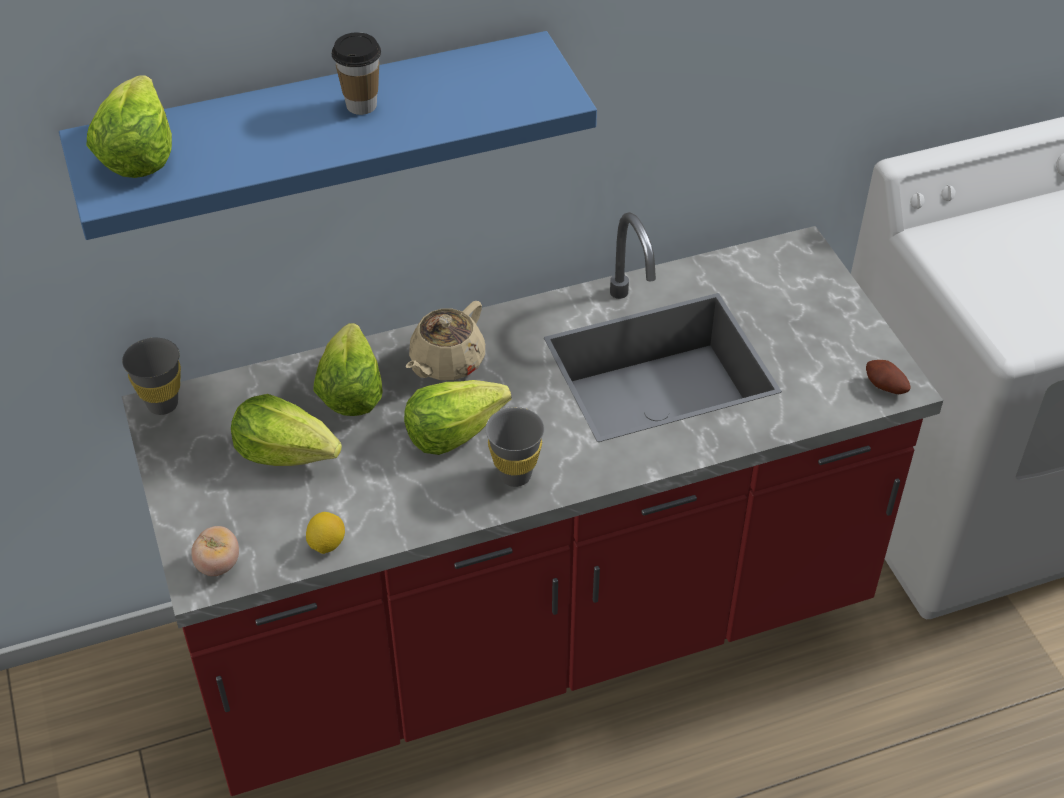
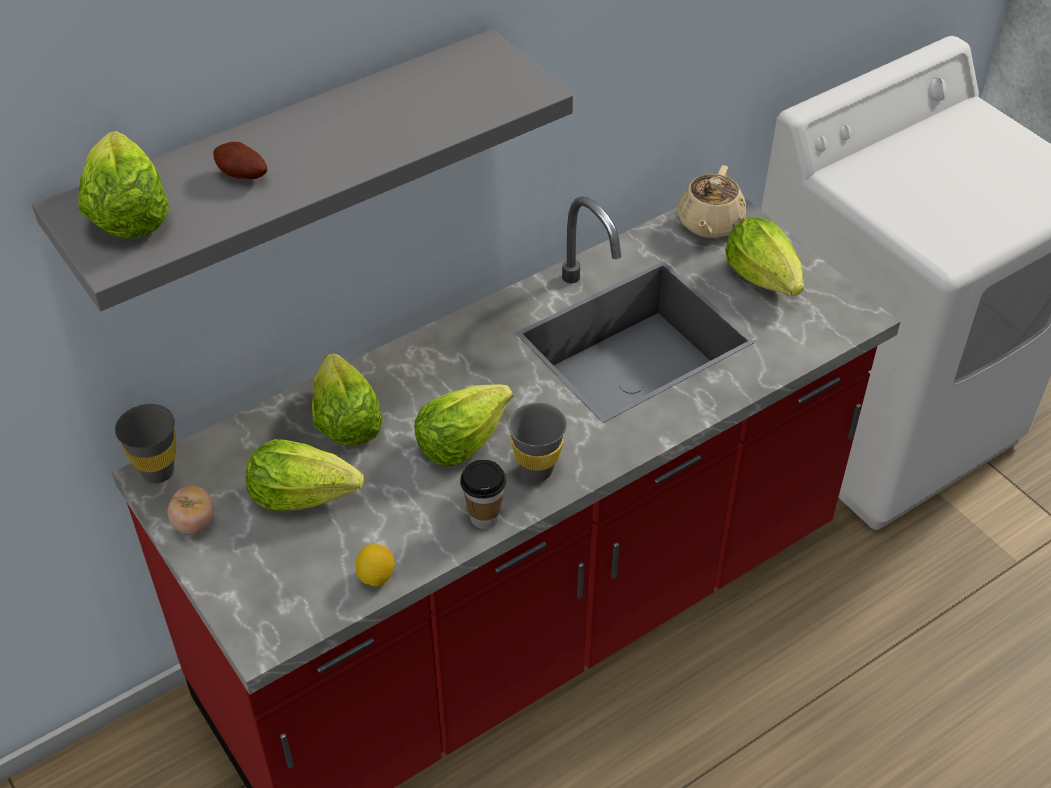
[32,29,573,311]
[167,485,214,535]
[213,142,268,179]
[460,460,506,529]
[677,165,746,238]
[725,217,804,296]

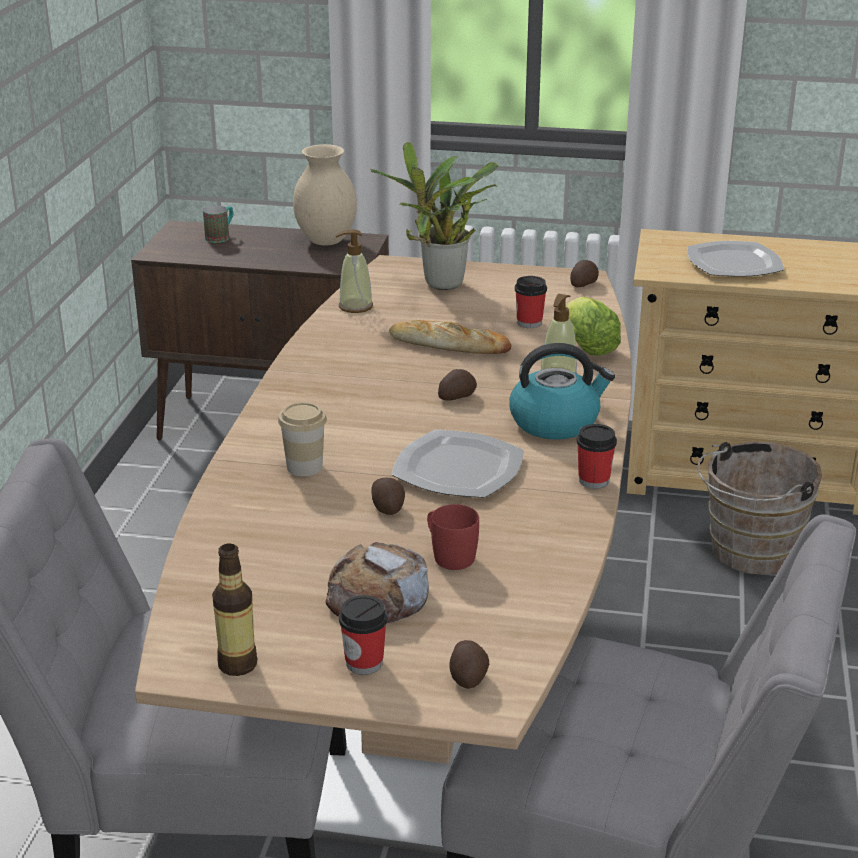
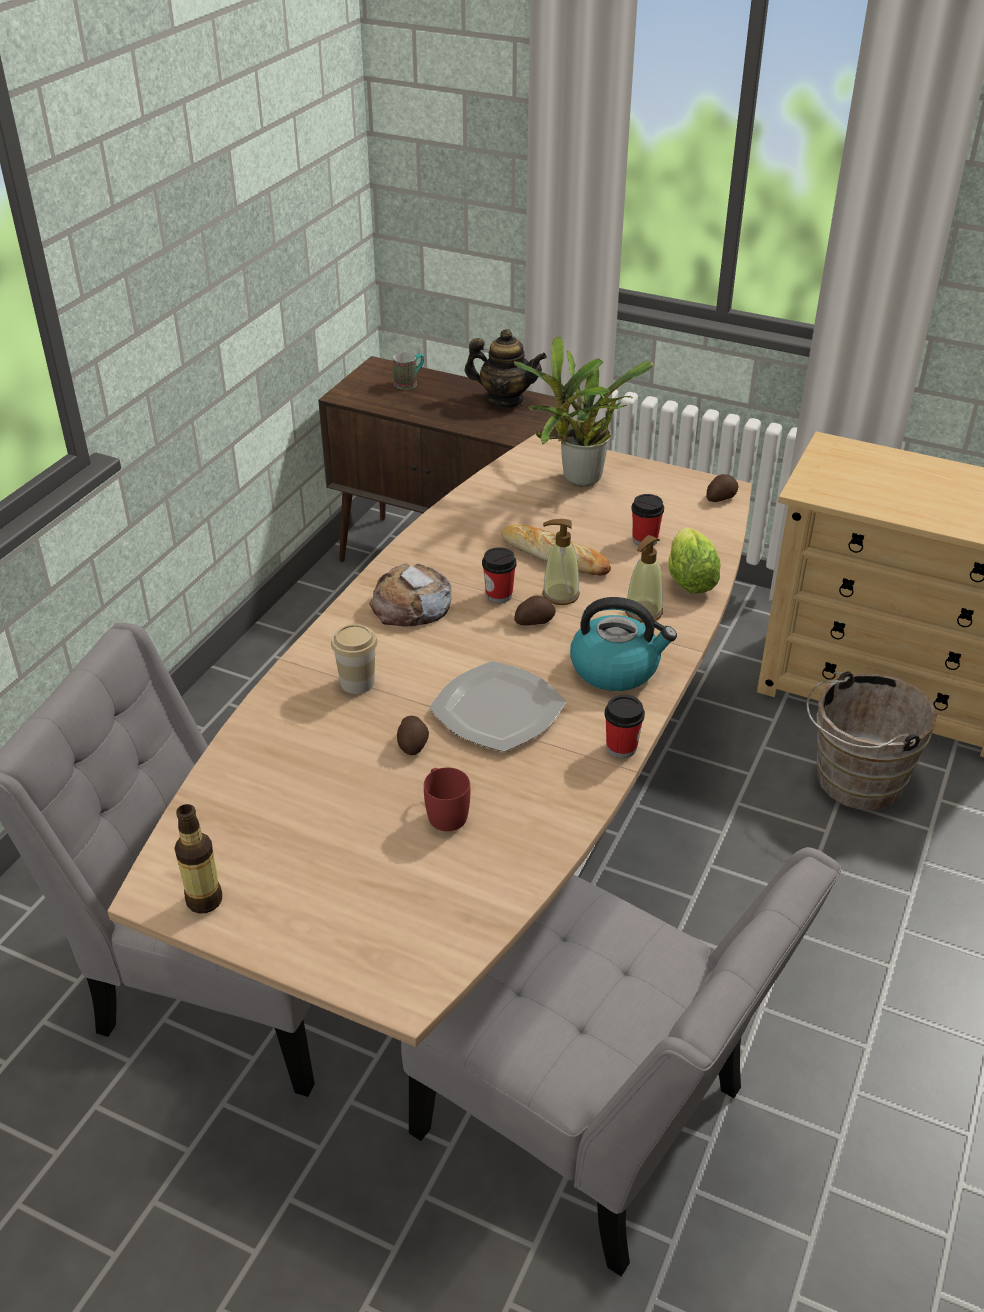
[369,564,451,626]
[464,329,547,408]
[482,547,517,603]
[542,519,580,605]
[450,640,489,689] (first image)
[687,241,784,277] (first image)

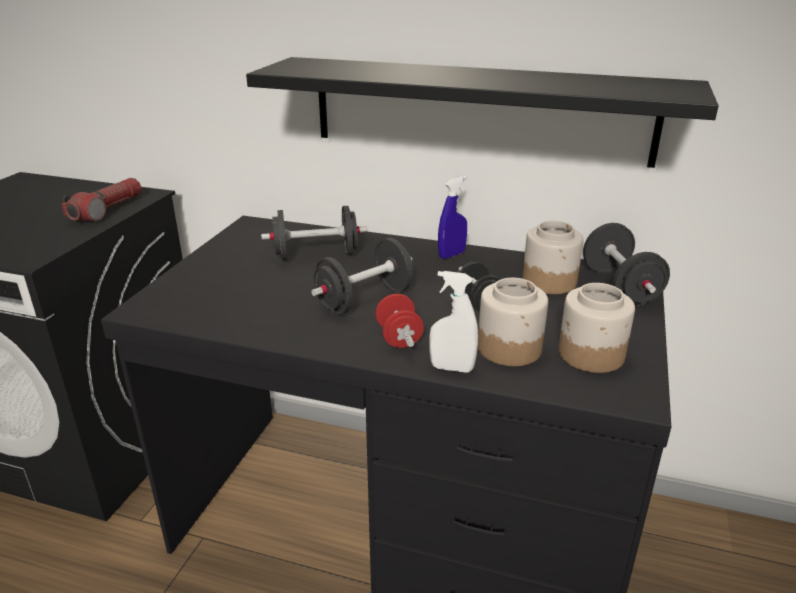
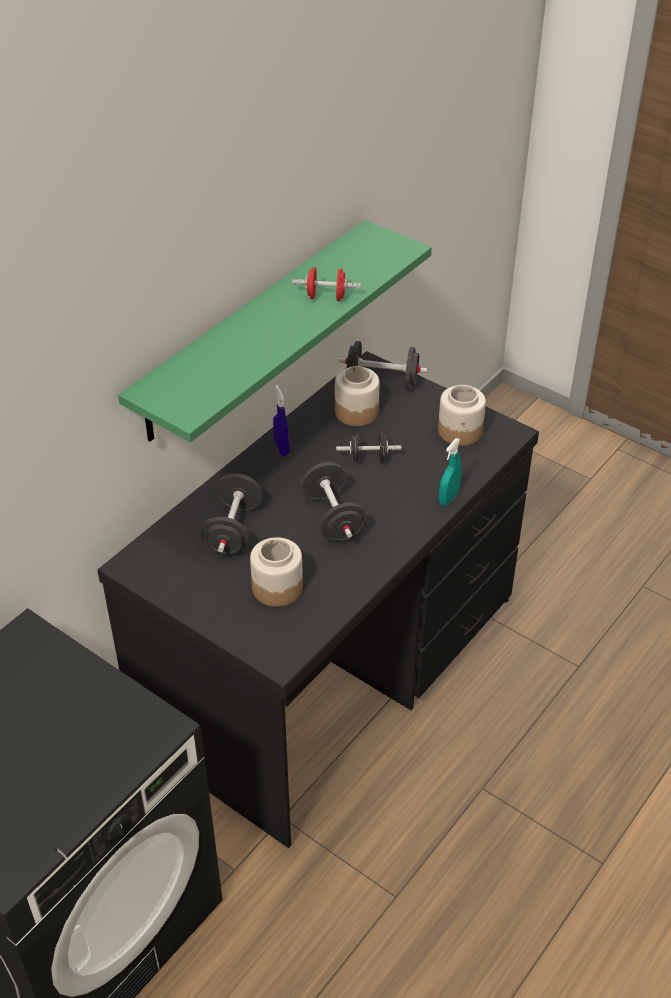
[118,220,432,442]
[250,537,303,607]
[292,267,361,301]
[439,438,461,506]
[62,178,142,221] (first image)

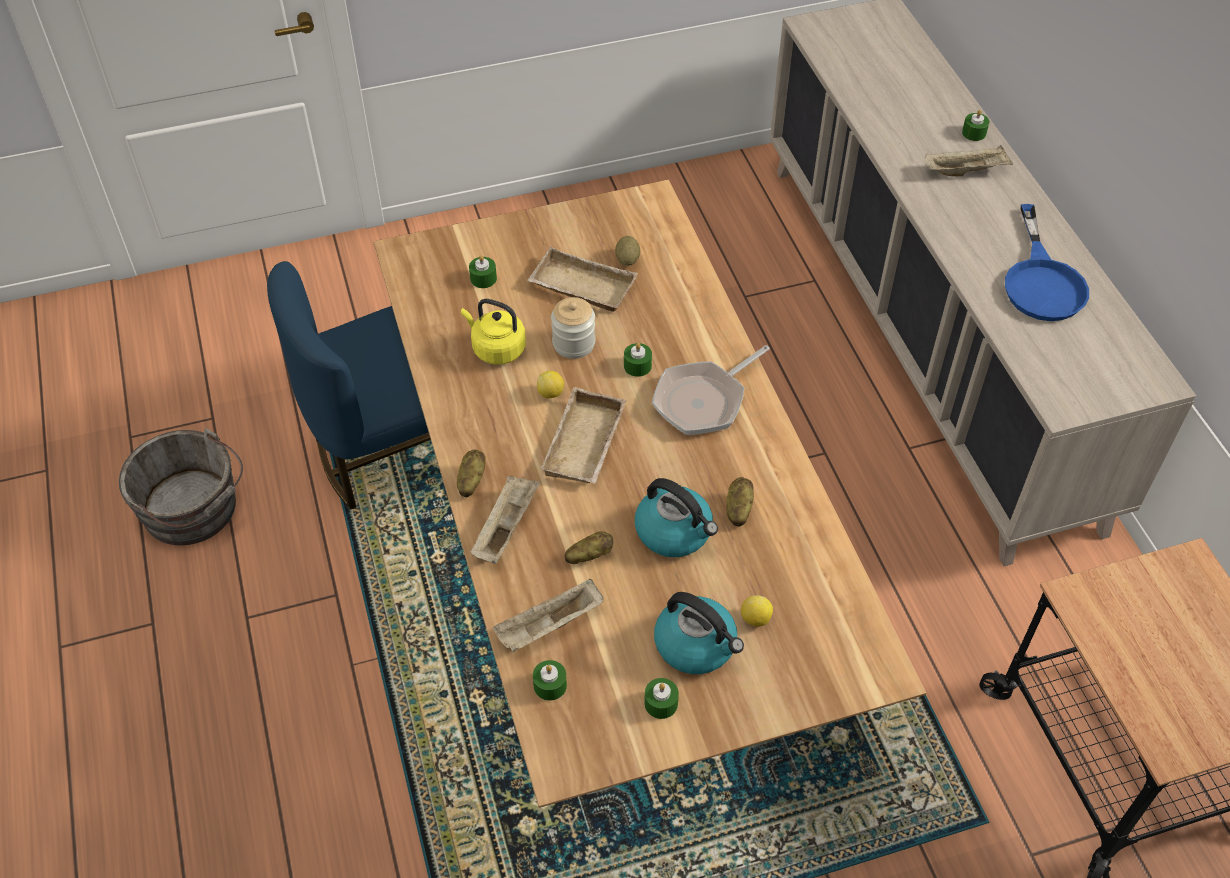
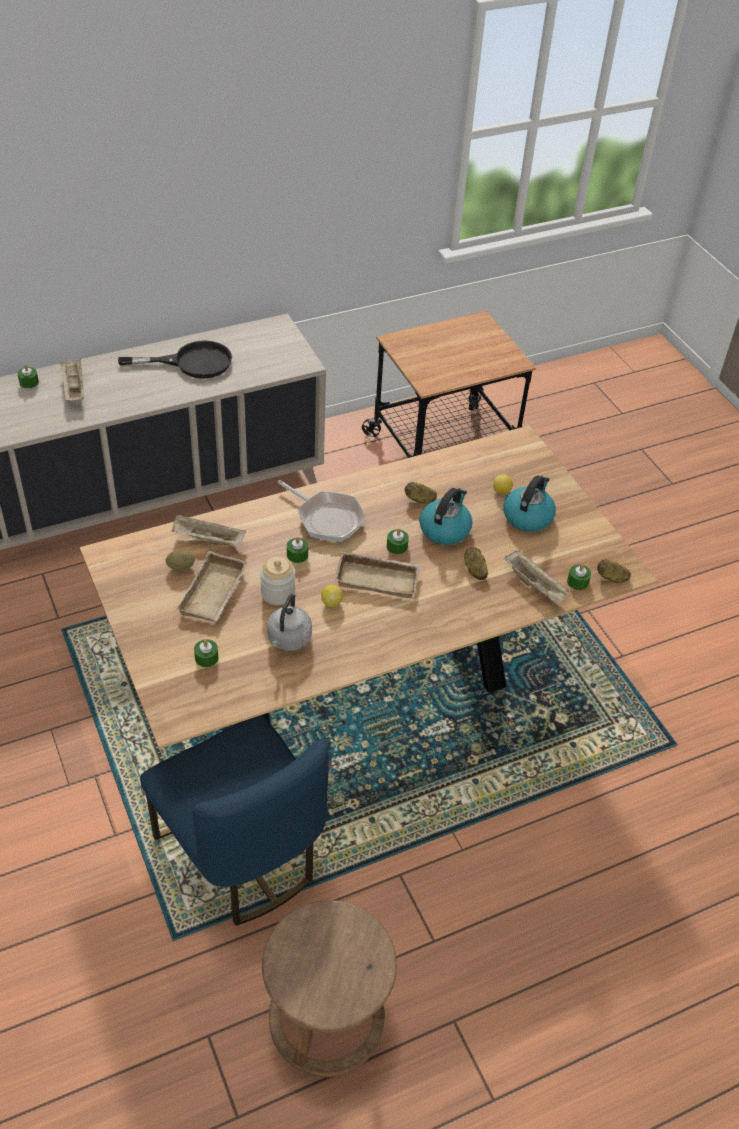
[118,340,232,379]
[172,514,246,545]
[262,900,397,1077]
[267,594,312,651]
[387,529,409,554]
[597,559,631,583]

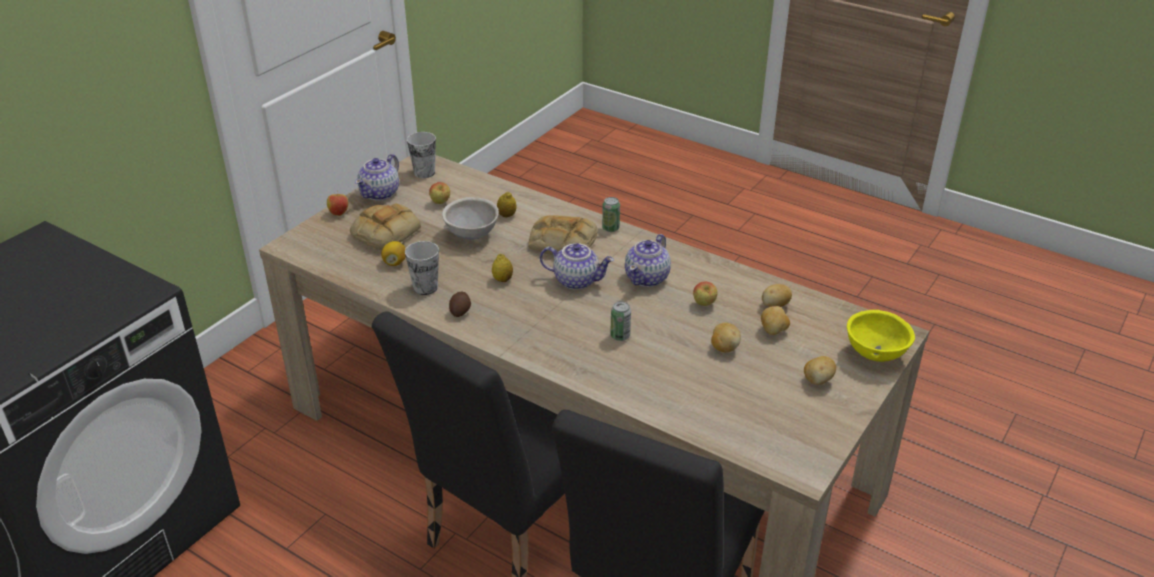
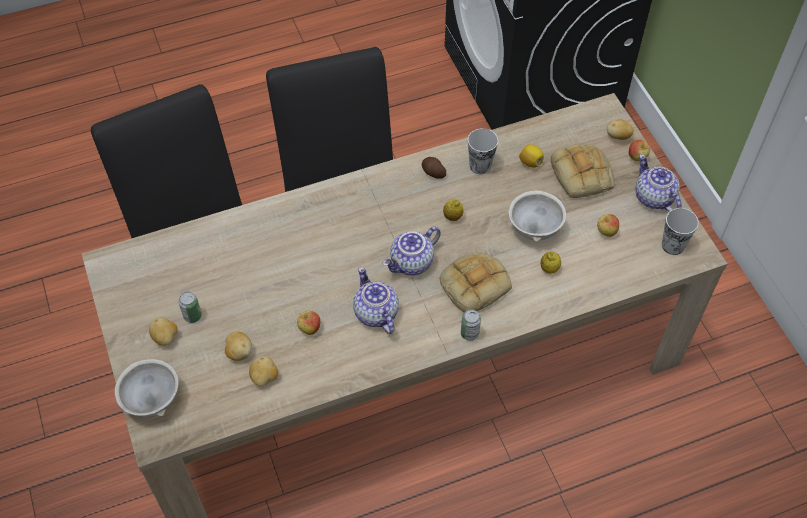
[115,359,179,417]
[178,292,202,323]
[607,119,634,140]

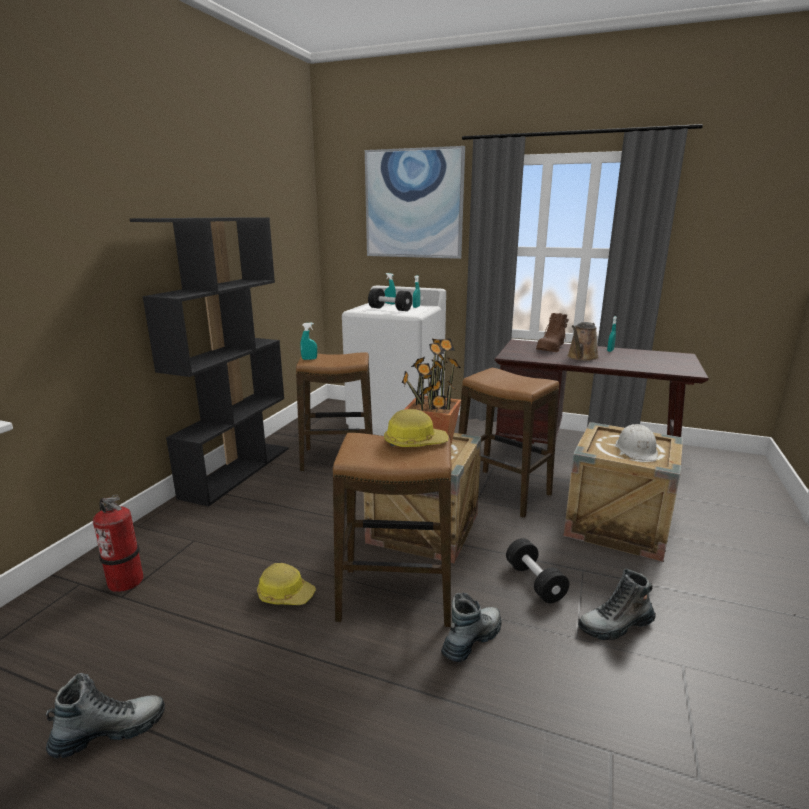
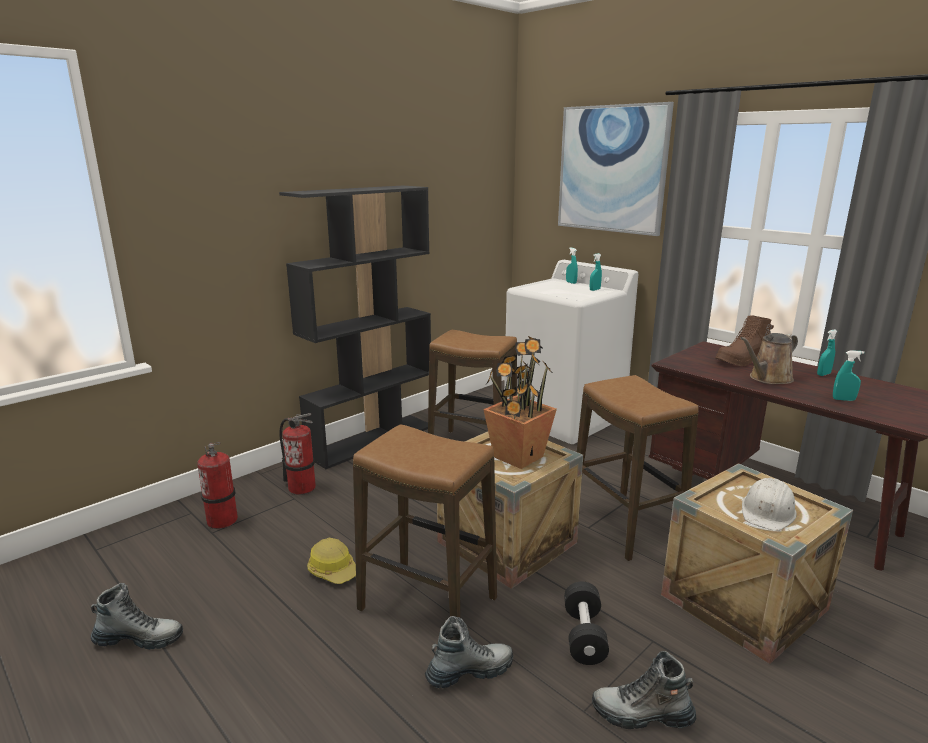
[279,413,316,495]
[833,350,865,401]
[368,288,412,311] (first image)
[384,409,448,447] (first image)

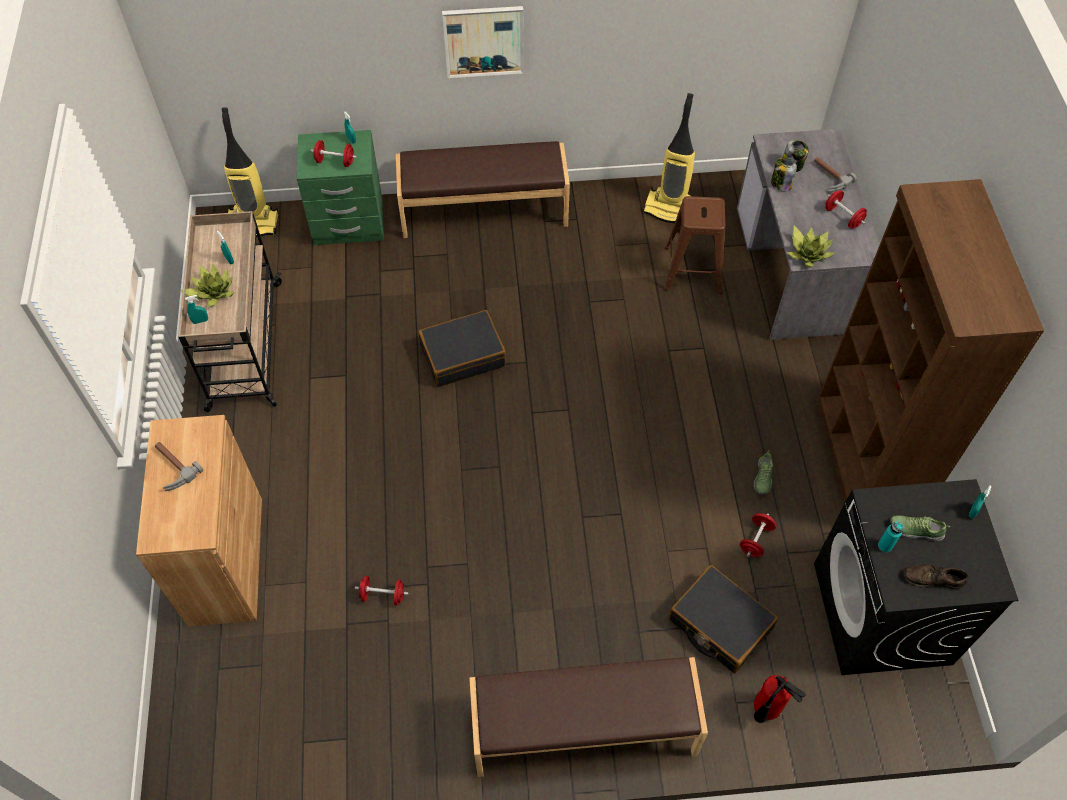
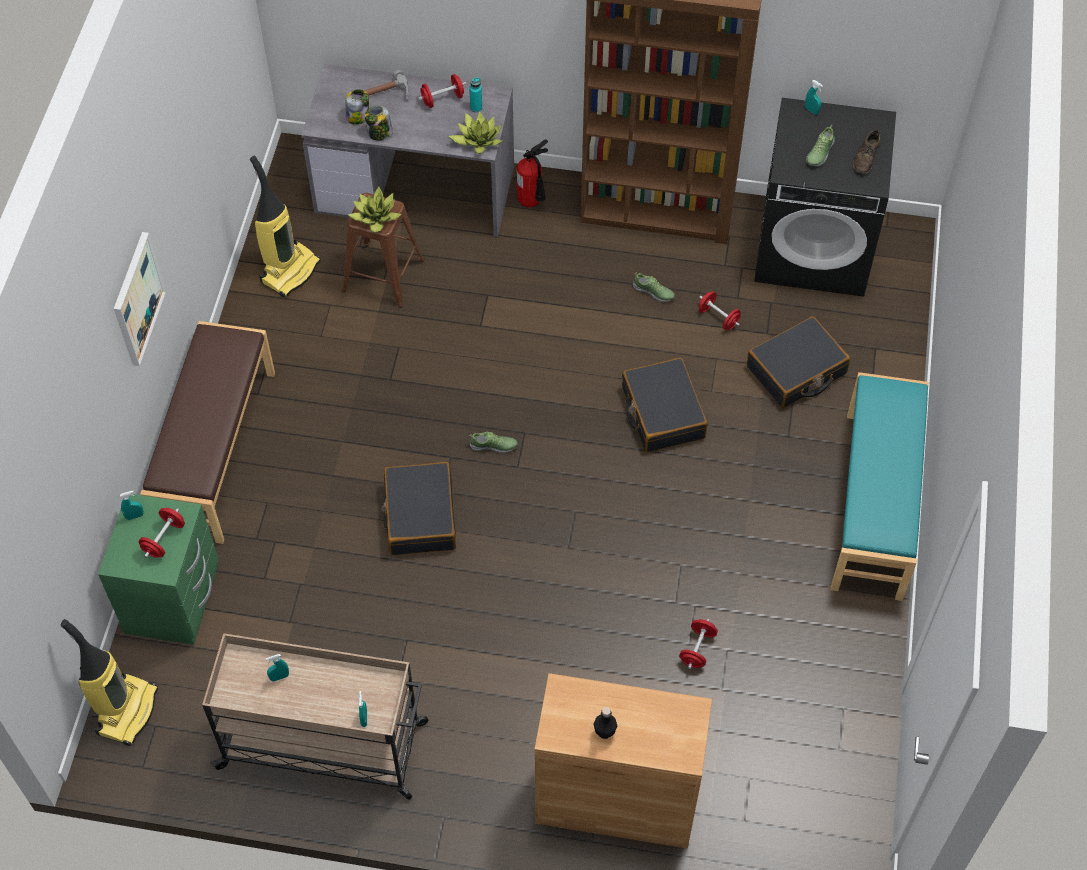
[348,186,402,233]
[469,77,482,112]
[470,432,518,453]
[517,139,548,207]
[593,707,617,739]
[622,357,708,452]
[831,372,929,601]

